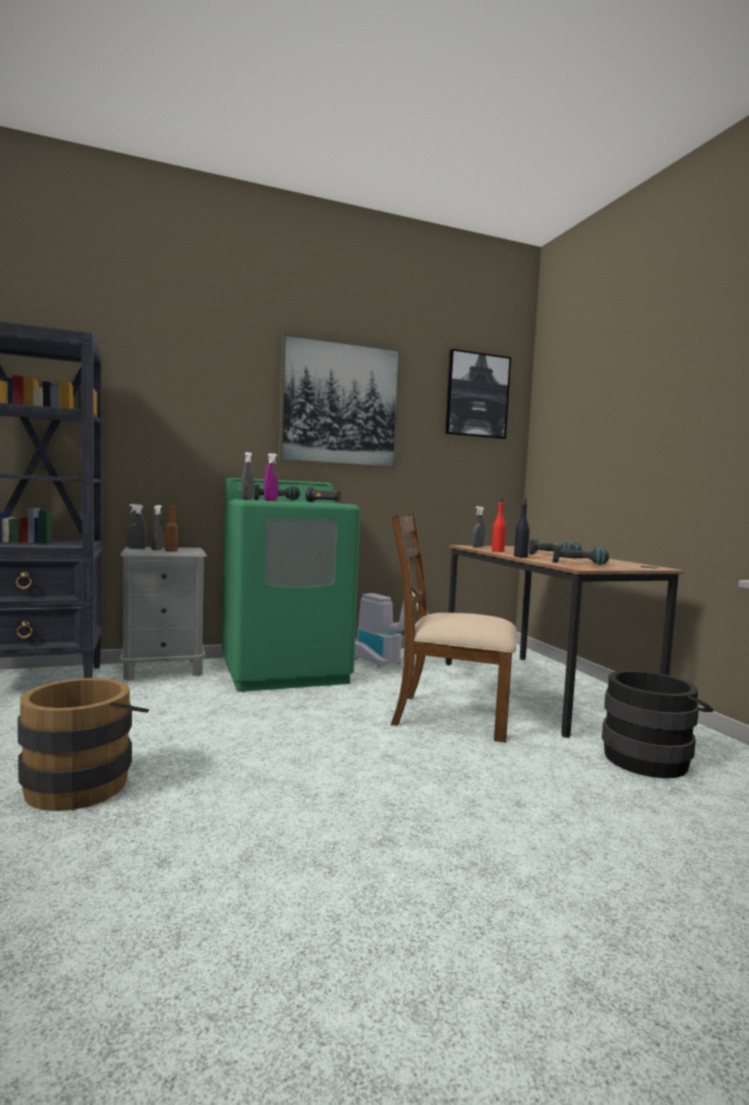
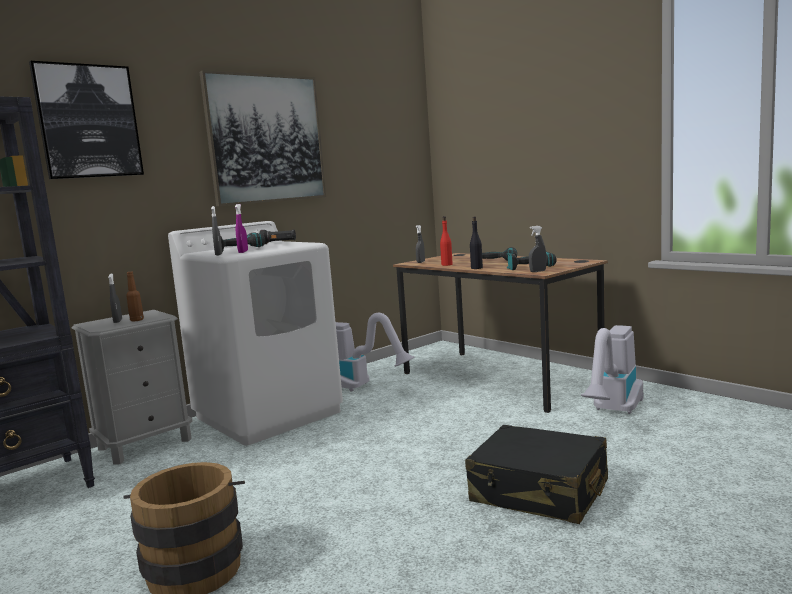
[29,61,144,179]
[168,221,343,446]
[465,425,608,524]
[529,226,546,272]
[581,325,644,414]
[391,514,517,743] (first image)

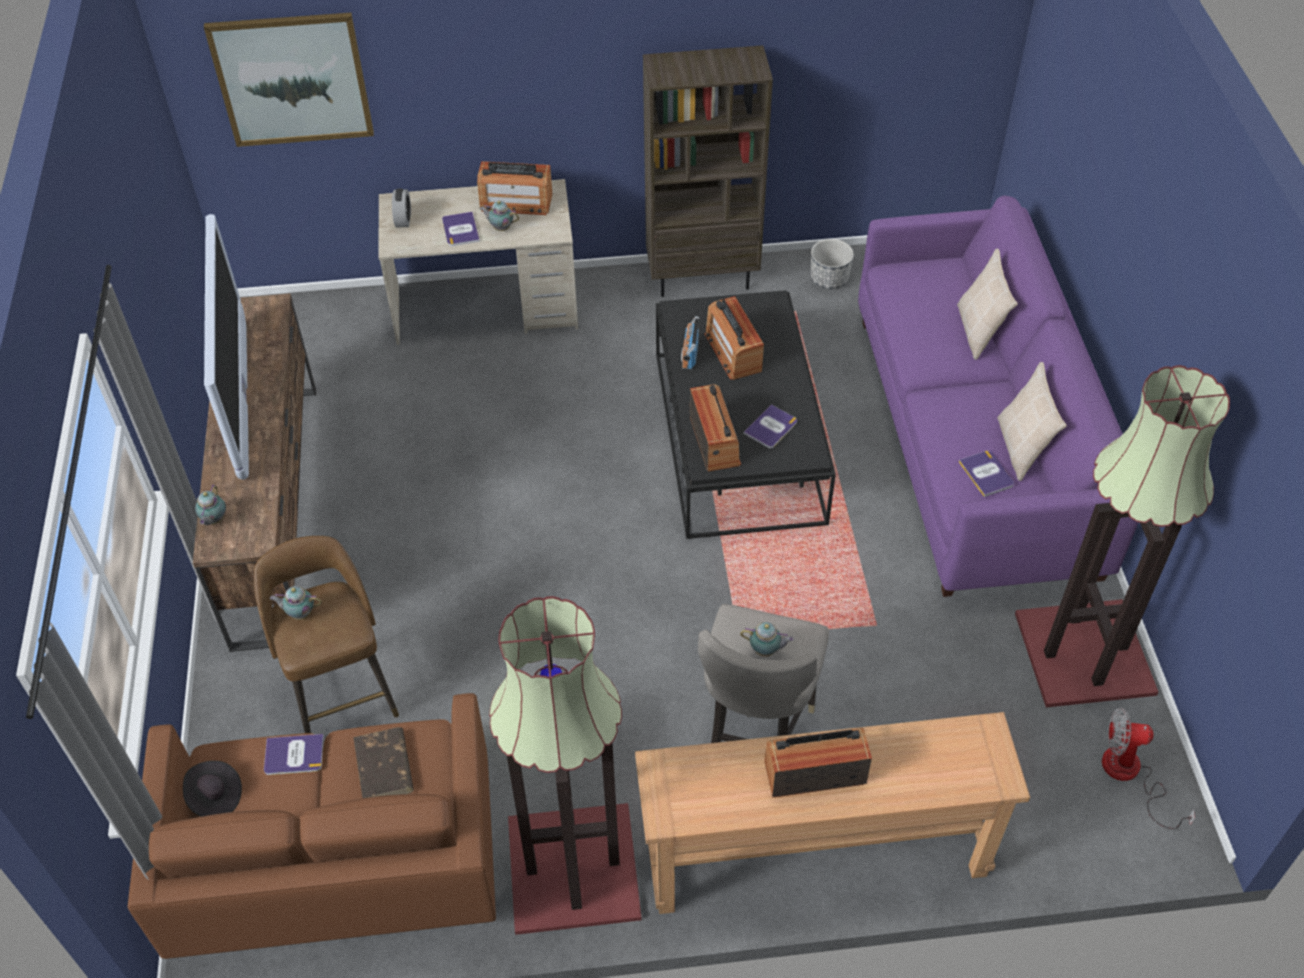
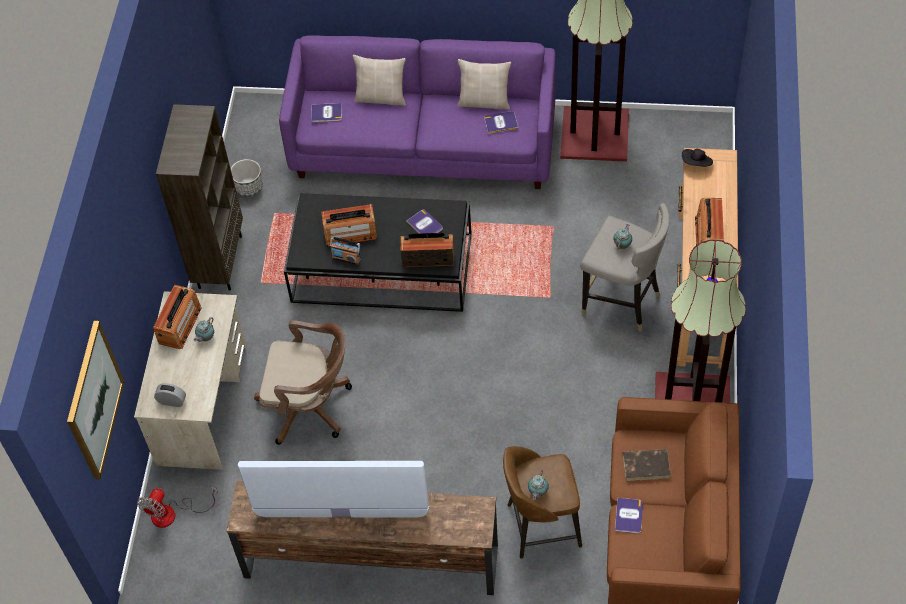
[137,487,218,528]
[254,320,352,445]
[311,103,342,122]
[682,149,713,167]
[195,484,226,525] (first image)

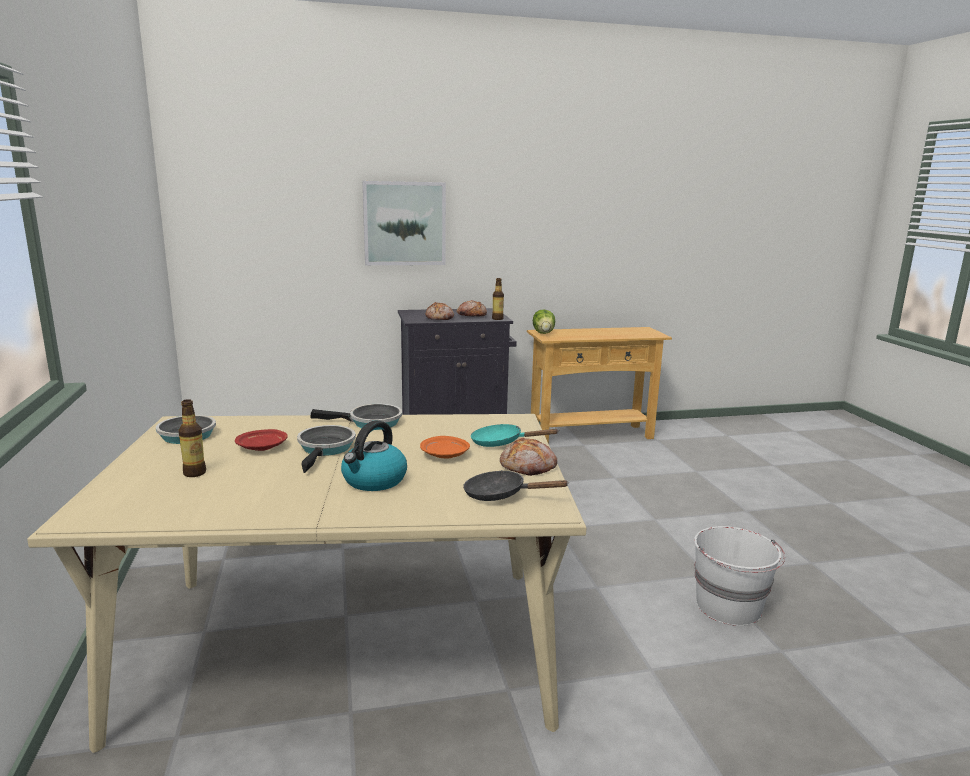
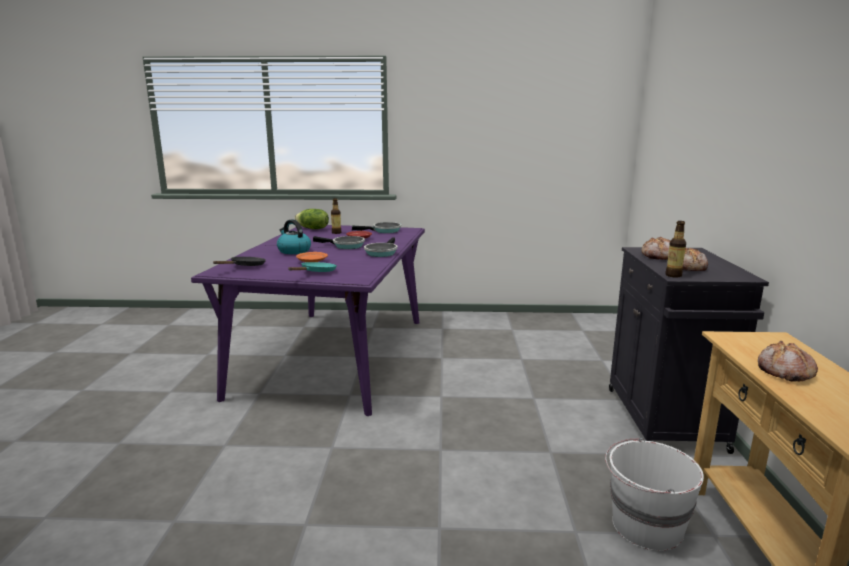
[191,225,425,416]
[294,209,329,229]
[605,438,704,551]
[758,341,818,382]
[363,181,446,265] (first image)

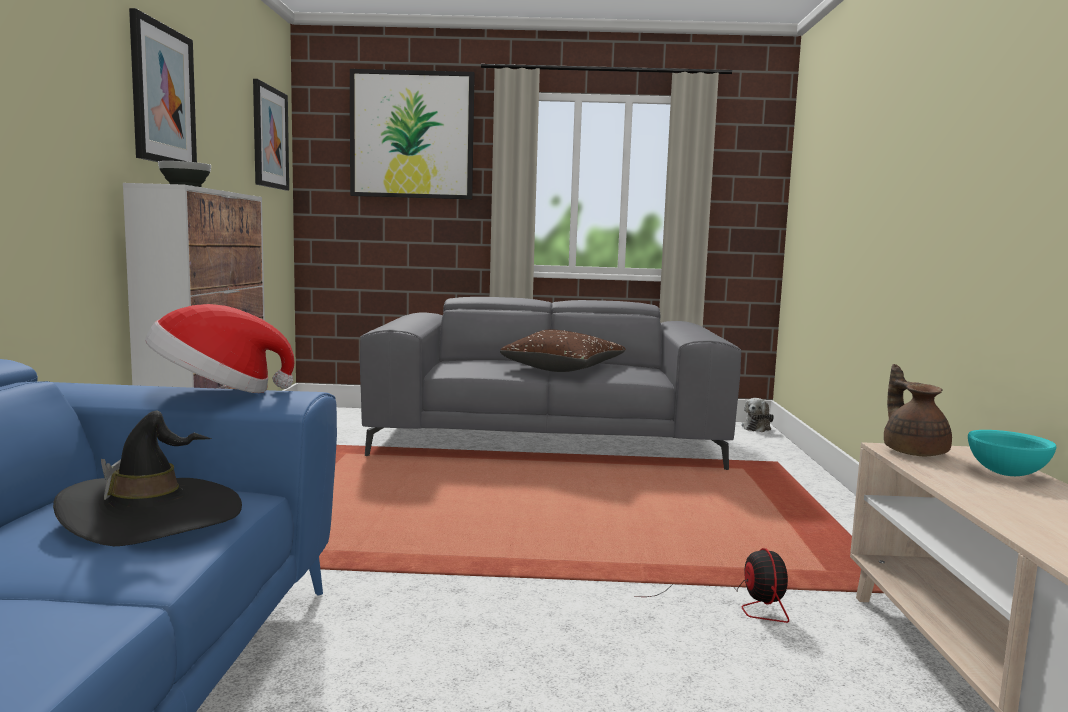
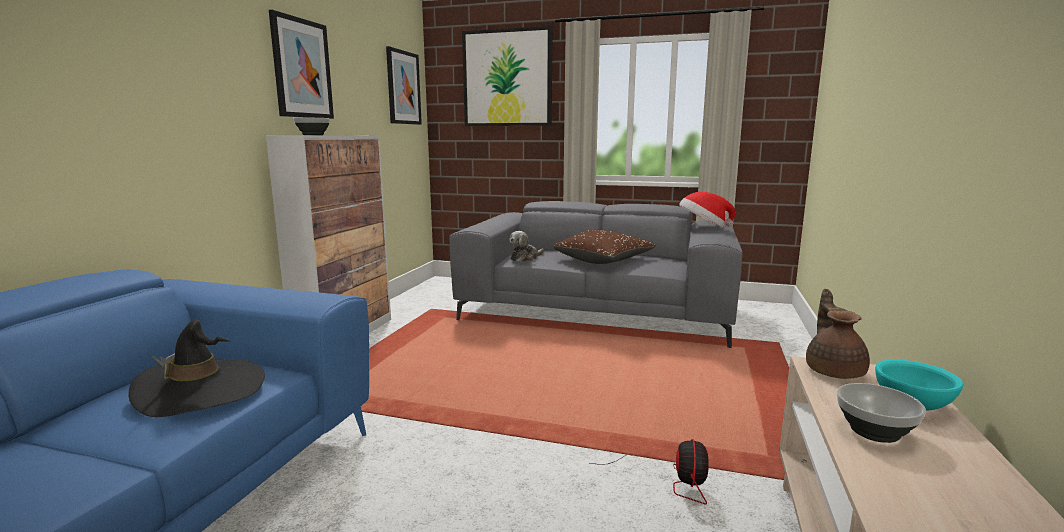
[509,231,544,262]
[679,192,735,228]
[837,383,926,443]

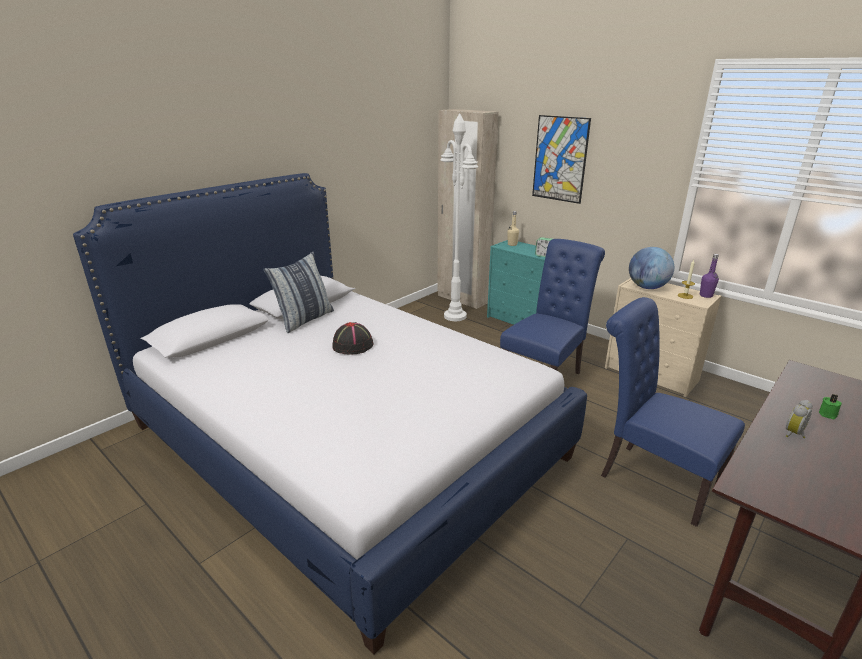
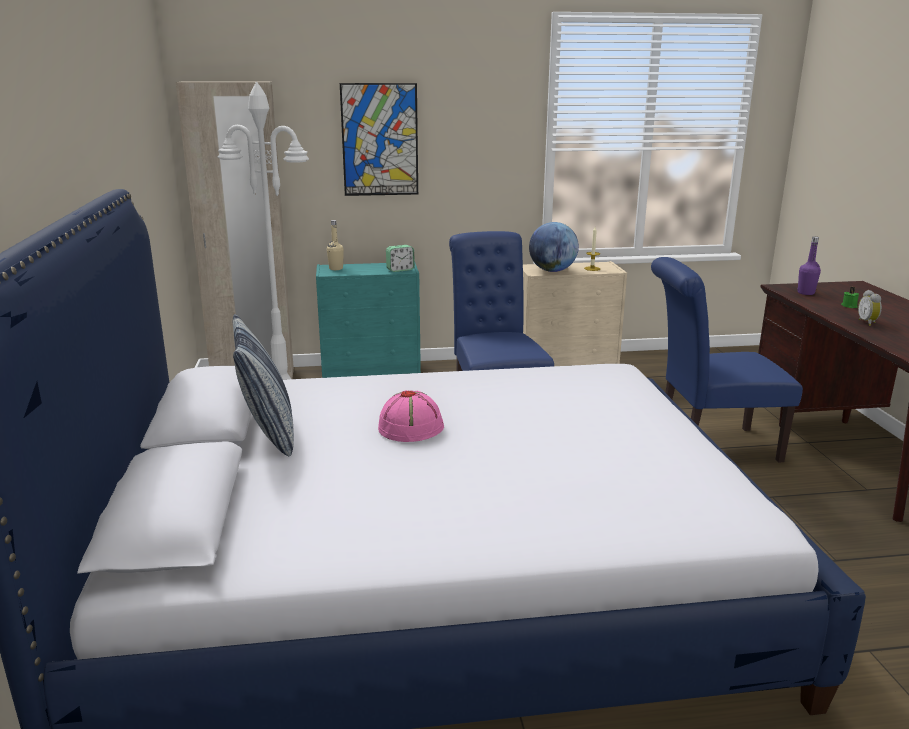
[378,390,444,442]
[798,237,821,295]

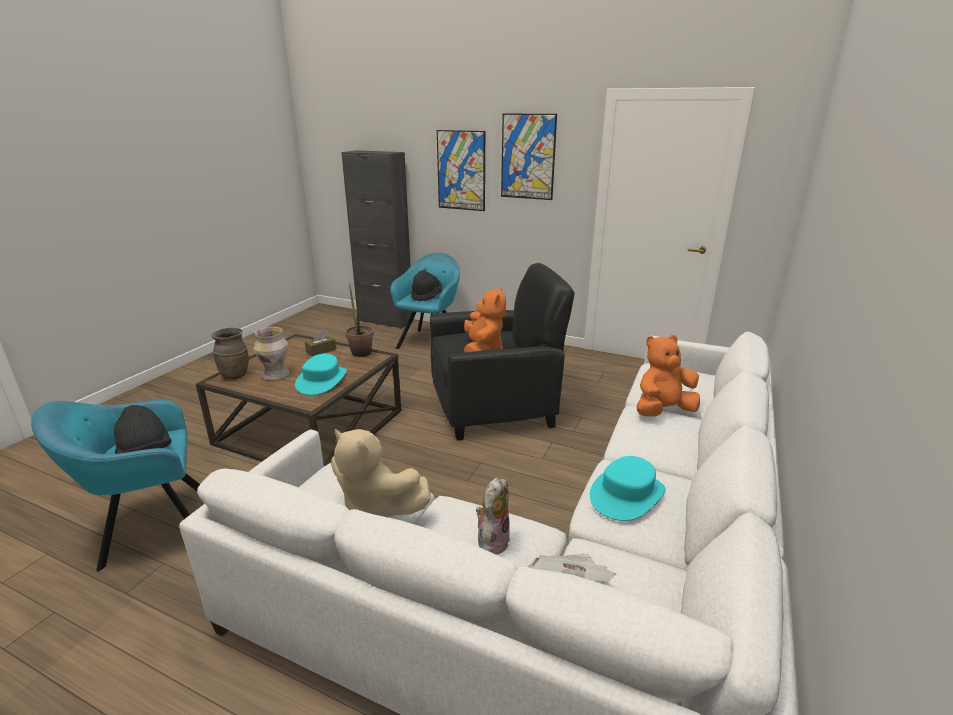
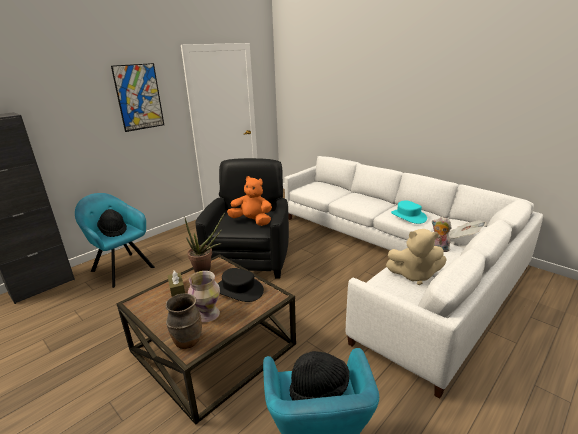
[218,268,264,302]
[386,229,447,285]
[437,130,485,211] (first image)
[636,335,700,417] (first image)

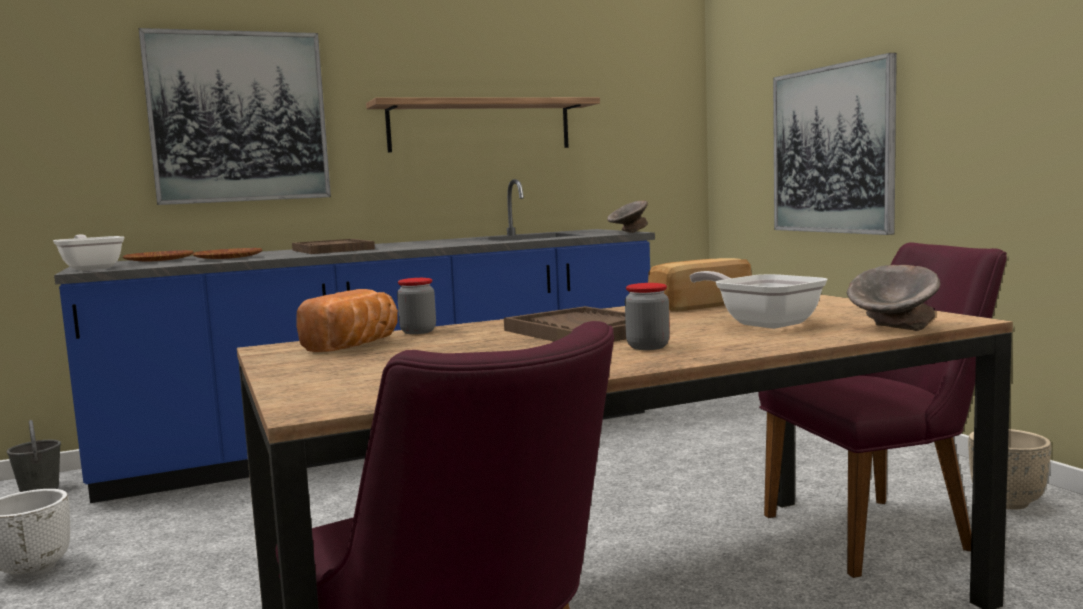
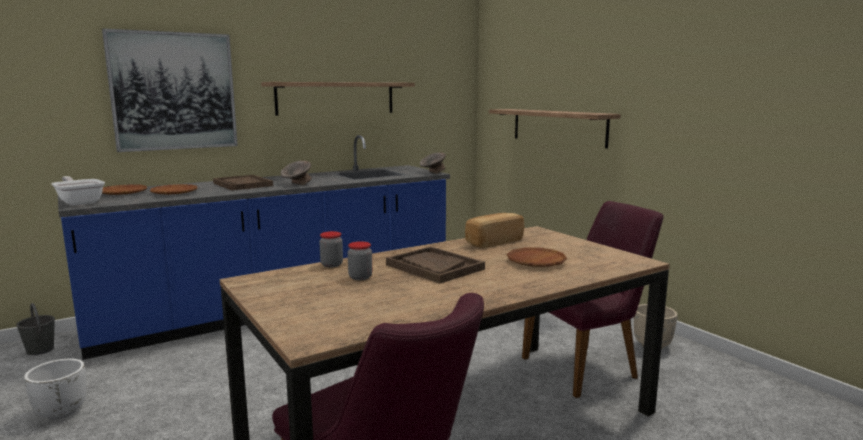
[281,161,312,185]
[348,241,372,280]
[489,109,621,148]
[506,247,567,267]
[297,289,398,352] (first image)

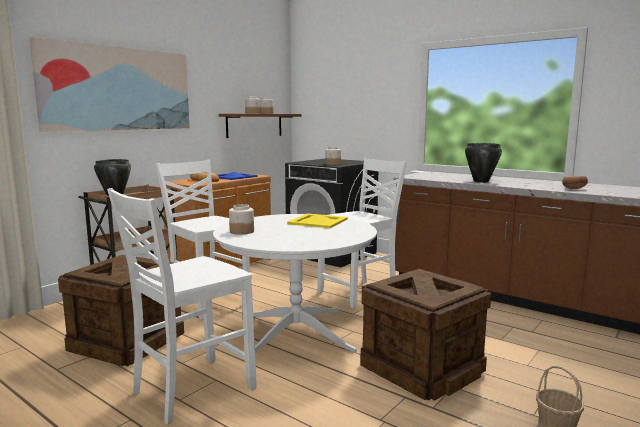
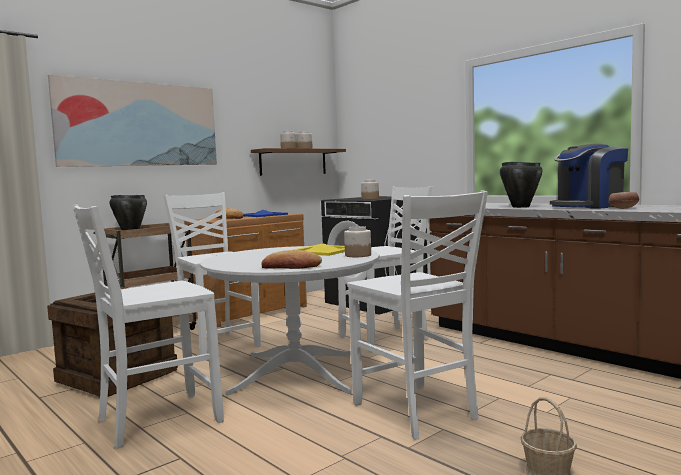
[261,250,322,269]
[344,226,371,257]
[347,191,488,440]
[550,144,628,208]

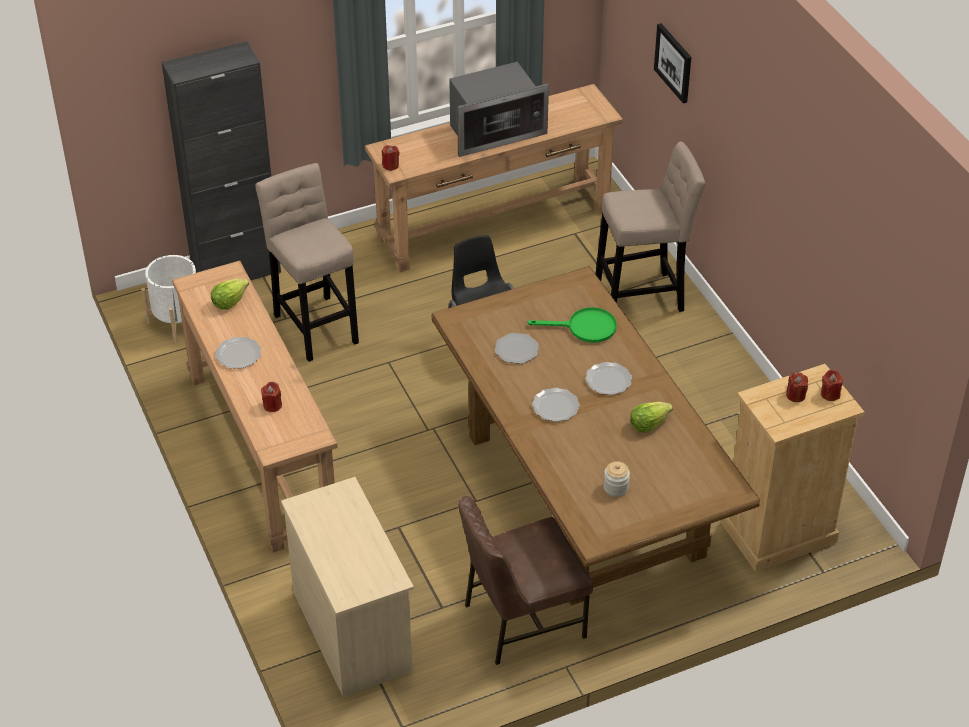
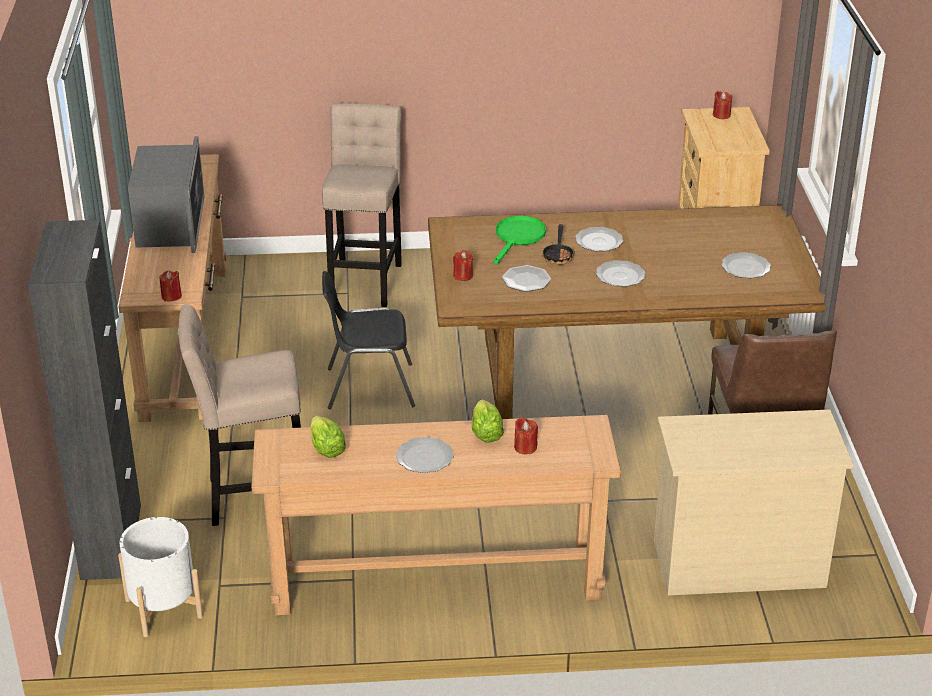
[453,250,473,281]
[472,399,504,442]
[542,224,574,265]
[721,252,771,278]
[654,23,691,104] (first image)

